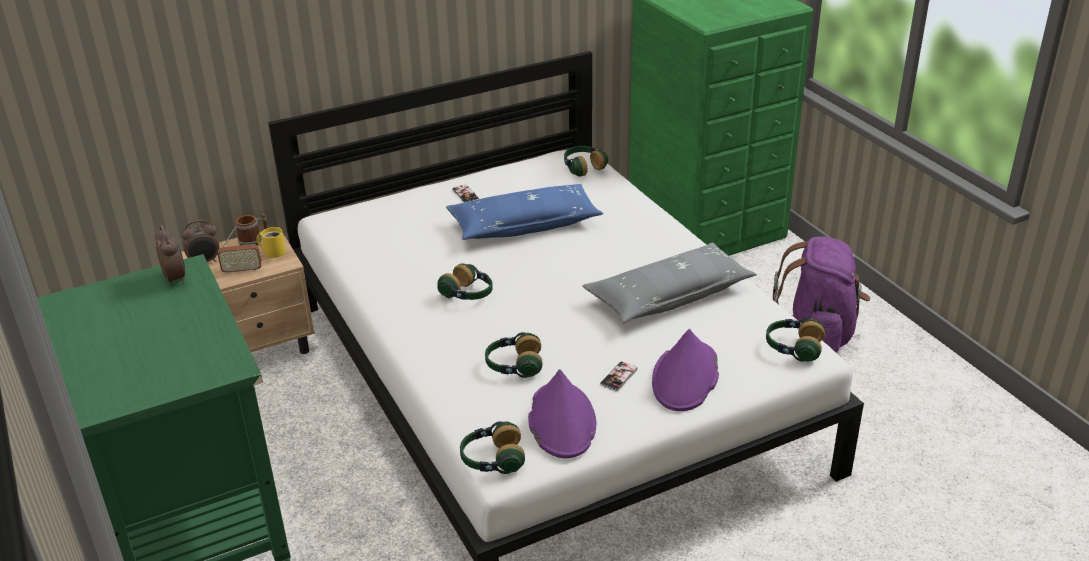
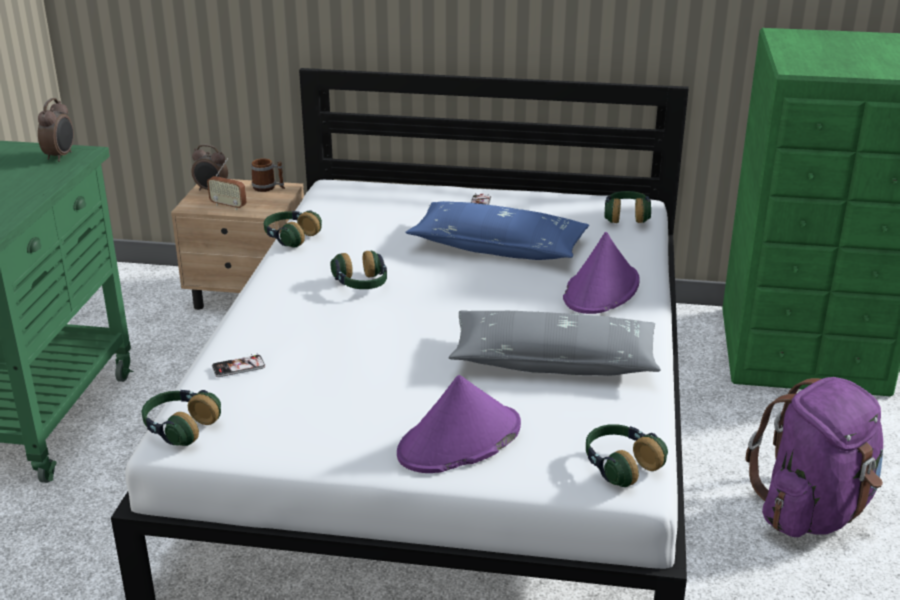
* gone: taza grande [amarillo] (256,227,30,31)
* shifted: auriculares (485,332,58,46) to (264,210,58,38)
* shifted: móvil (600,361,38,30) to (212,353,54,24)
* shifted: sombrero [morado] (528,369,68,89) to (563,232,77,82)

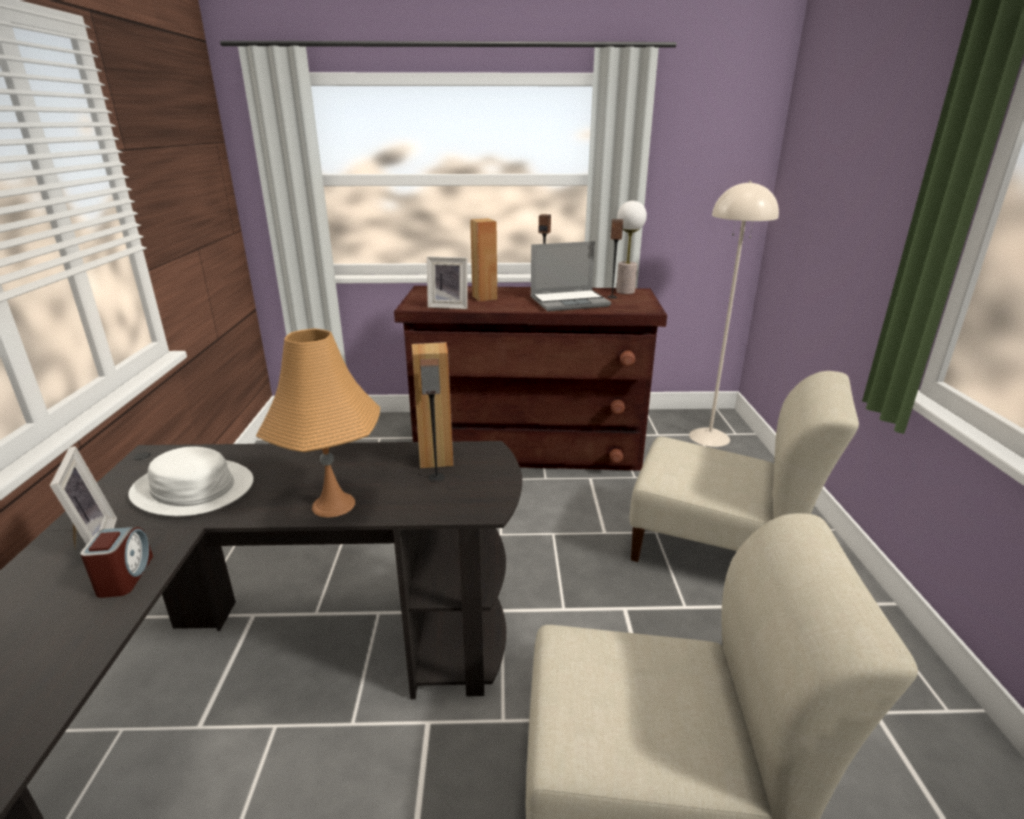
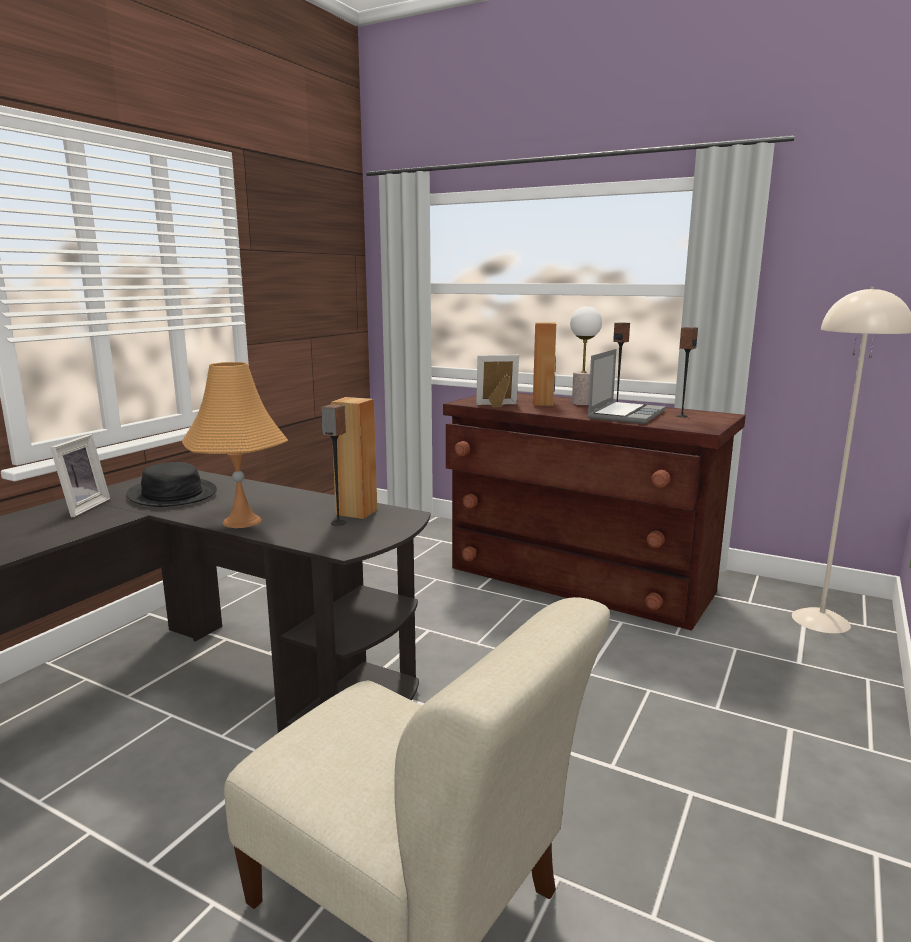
* shifted: lámpara de mesa (616,201,31,93) to (570,306,32,100)
* rotated: portátil (530,241,81,71) = (587,349,79,75) 75 degrees counterclockwise
* rotated: portarretratos (427,256,41,53) = (476,355,43,52) 135 degrees clockwise
* gone: silla [beis] (629,371,230,191)
* repainted: sombrero [blanco] (128,447,126,69) to sombrero [negro] (126,462,91,45)
* gone: despertador (80,527,73,71)

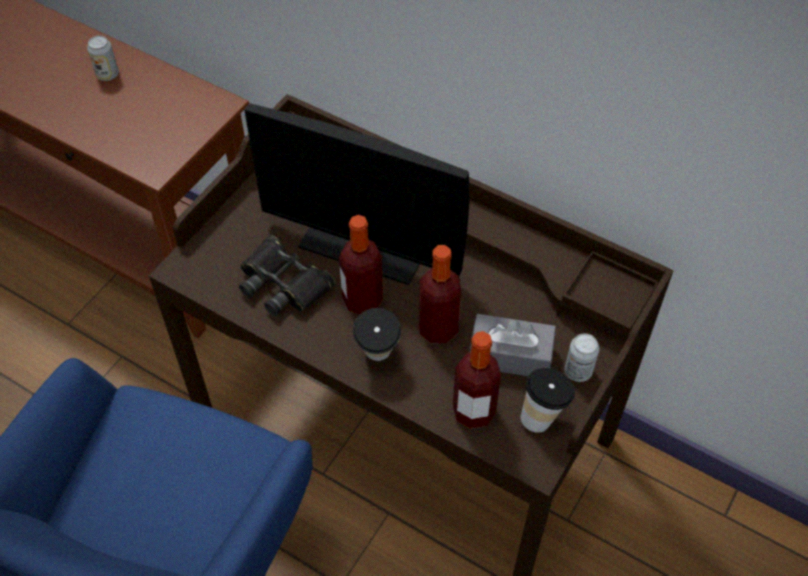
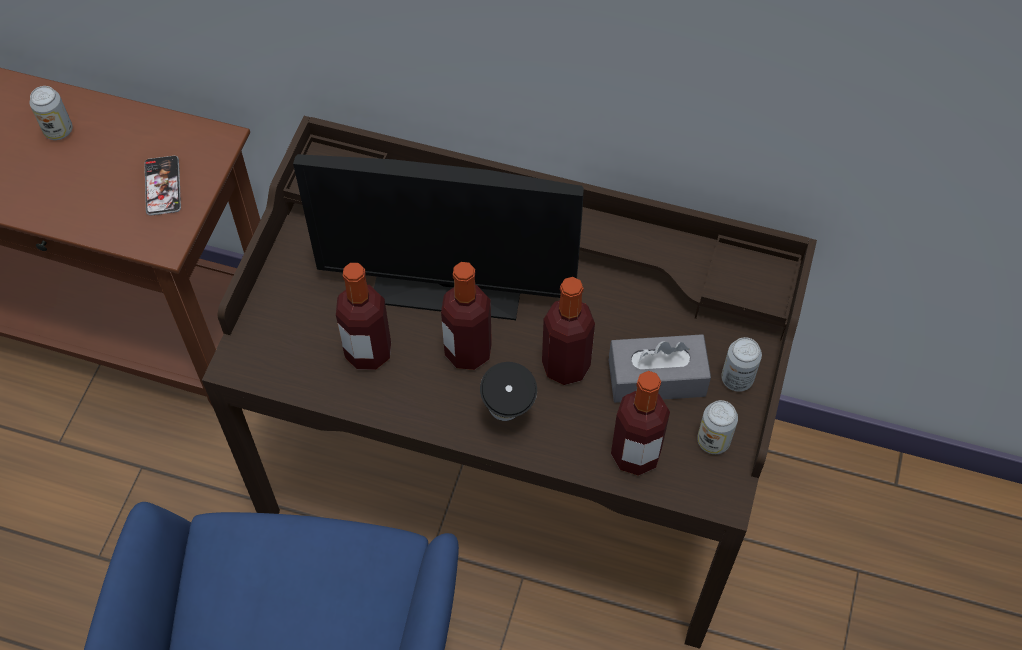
* swapped: prismáticos [negro] (239,235,96,81) to botella (336,263,55,107)
* swapped: taza (520,368,55,65) to lata (697,400,41,54)
* new: móvil (144,156,37,60)

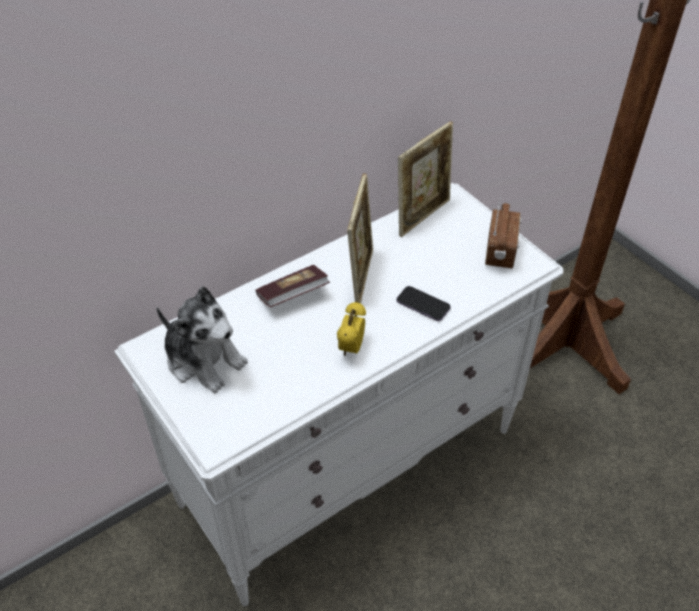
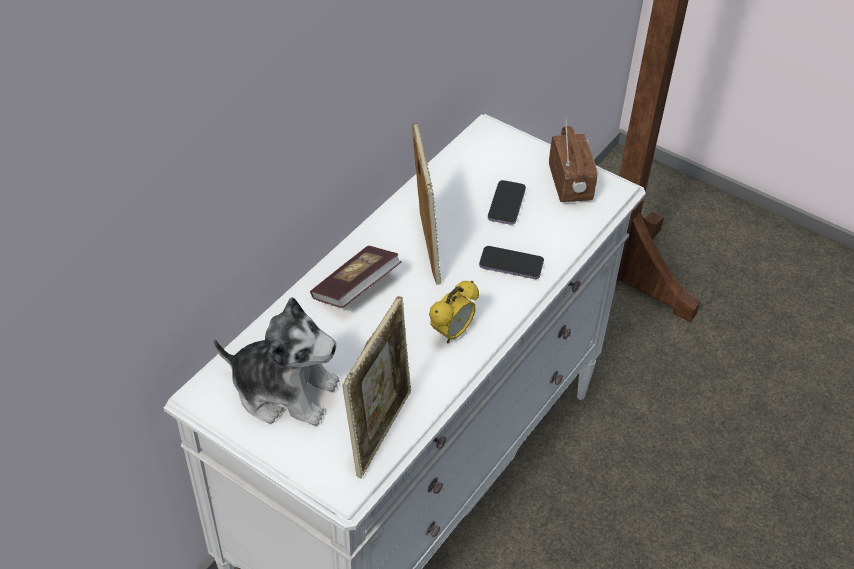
* shifted: portarretratos (398,121,55,116) to (342,296,69,183)
* rotated: despertador (337,301,29,55) = (429,281,50,63) 135 degrees counterclockwise
* new: móvil (488,180,38,45)

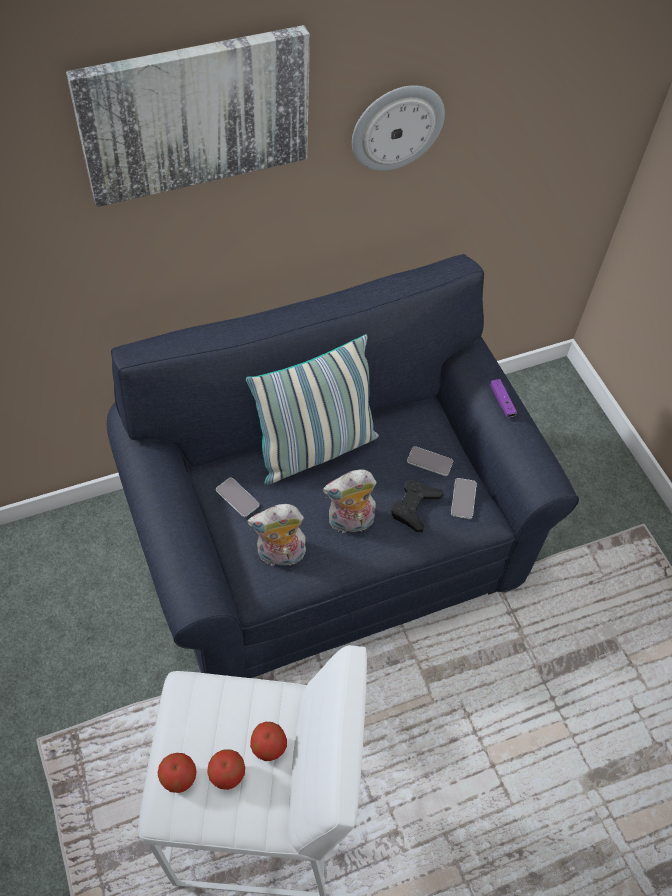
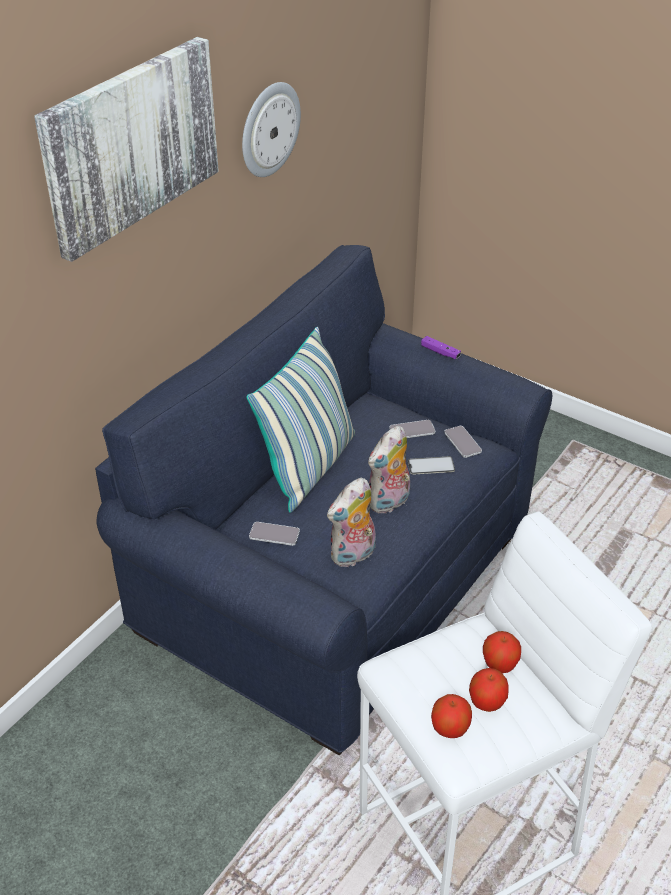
* swapped: mando de consola [negro] (391,480,53,52) to móvil (408,456,47,19)

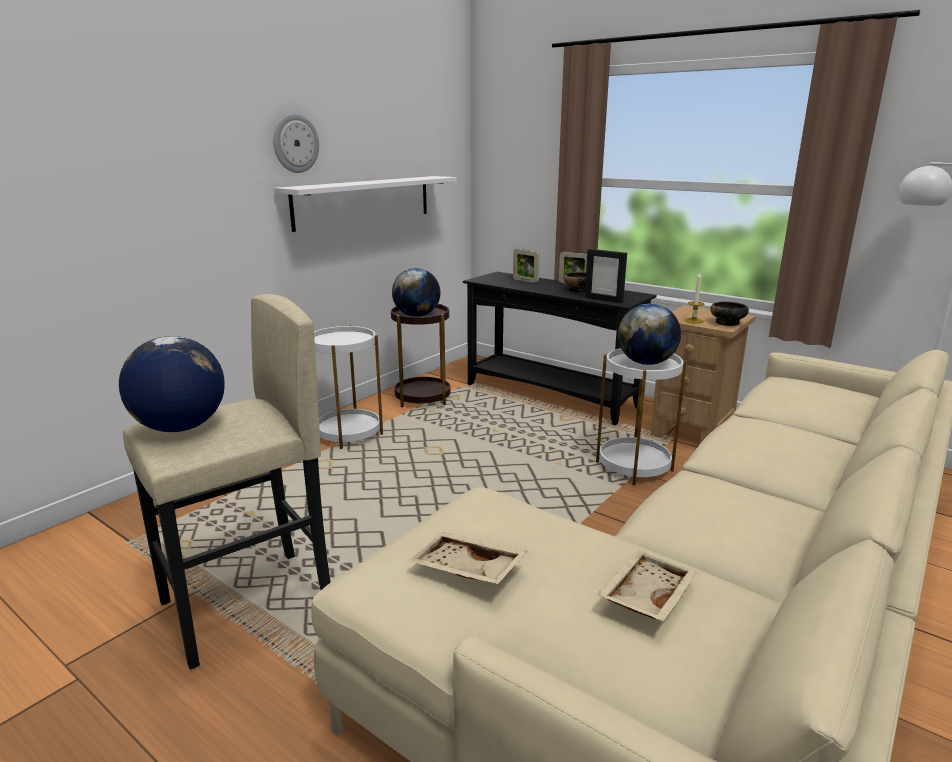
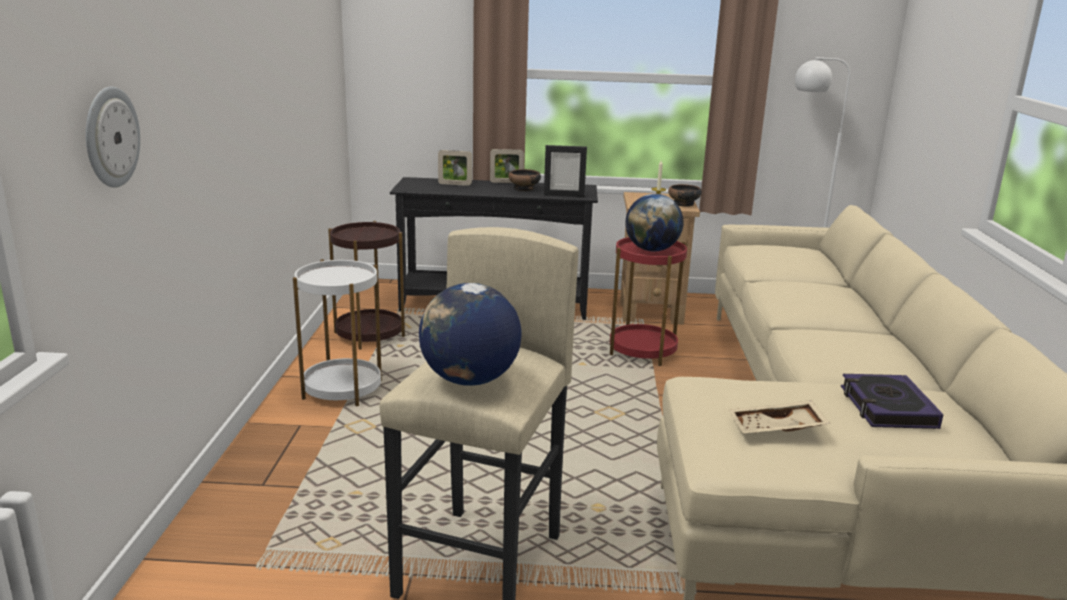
* shifted: reloj de pared (273,113,46,60) to (86,87,54,101)
* gone: estante [blanco] (274,176,183,56)
* gone: globo terráqueo (392,268,48,49)
* repainted: mesa auxiliar [blanco] (596,348,91,137) to mesa auxiliar [rojo] (610,237,77,129)
* swapped: bandeja [beis] (597,550,100,72) to libro (841,374,103,55)

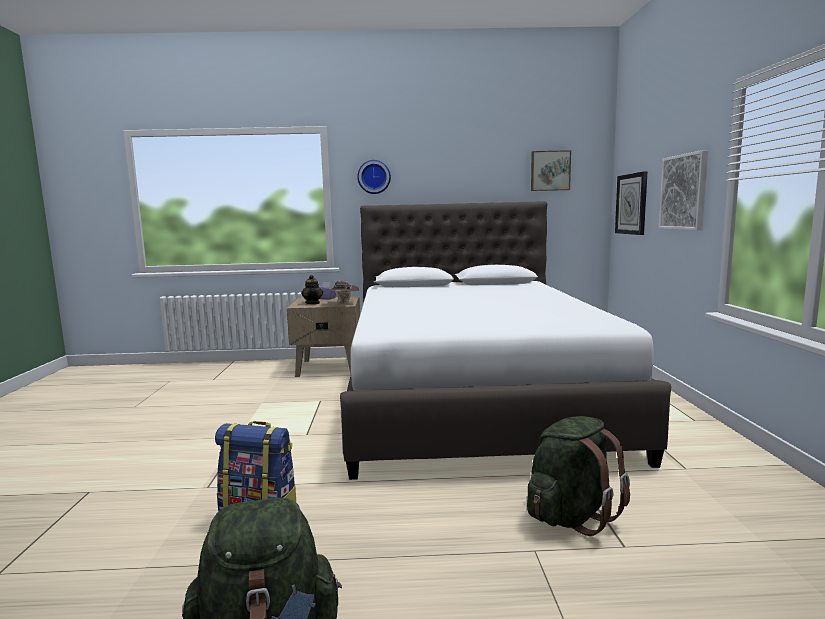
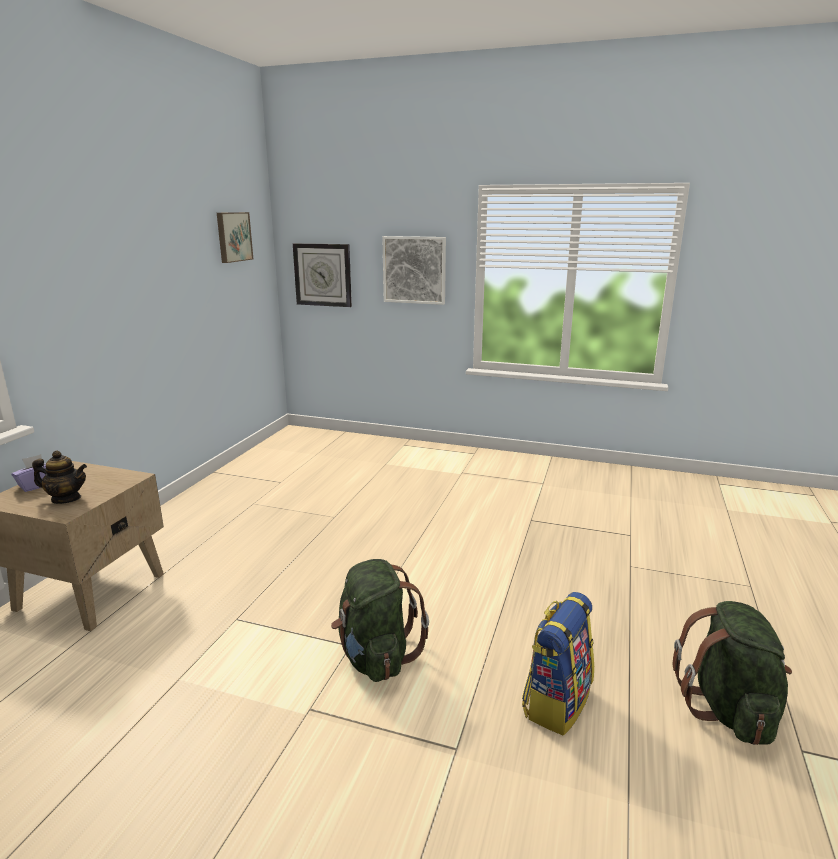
* gone: reloj de pared (357,160,34,34)
* gone: cama [blanco] (340,201,331,279)
* gone: sombrero [marrón] (326,280,33,24)
* shifted: mochila [verde] (527,416,103,120) to (331,559,98,123)

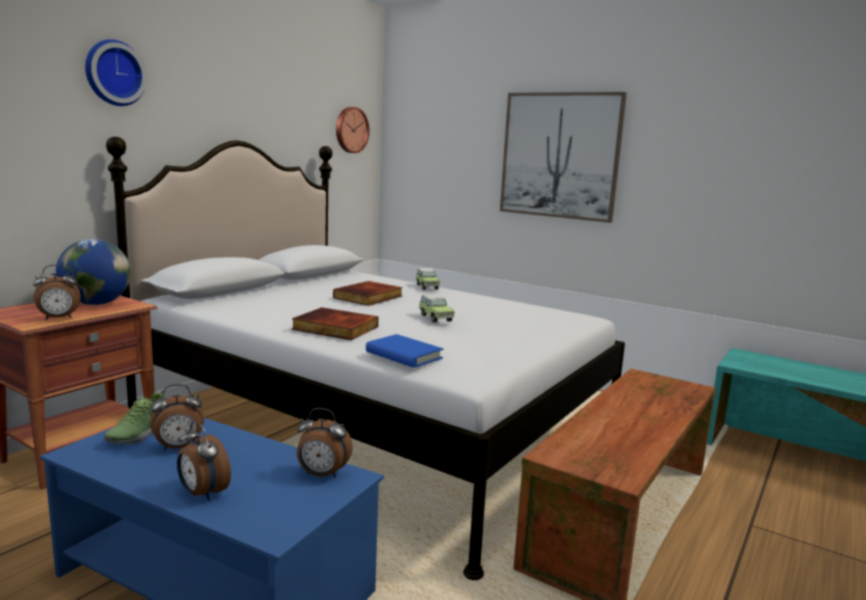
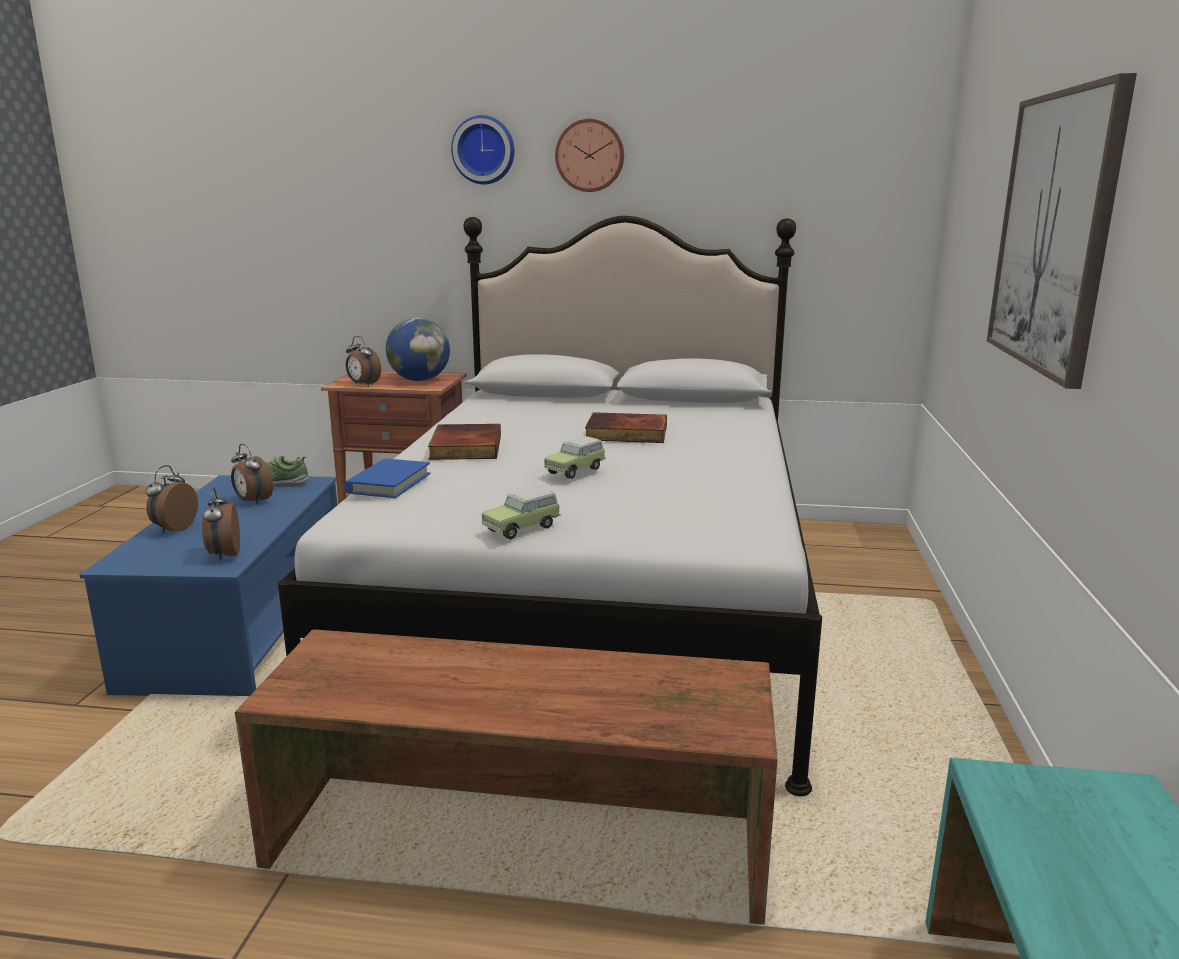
* shifted: reloj de pared (336,107,34,46) to (555,119,69,73)
* shifted: coche de juguete (416,268,24,22) to (482,486,79,53)

